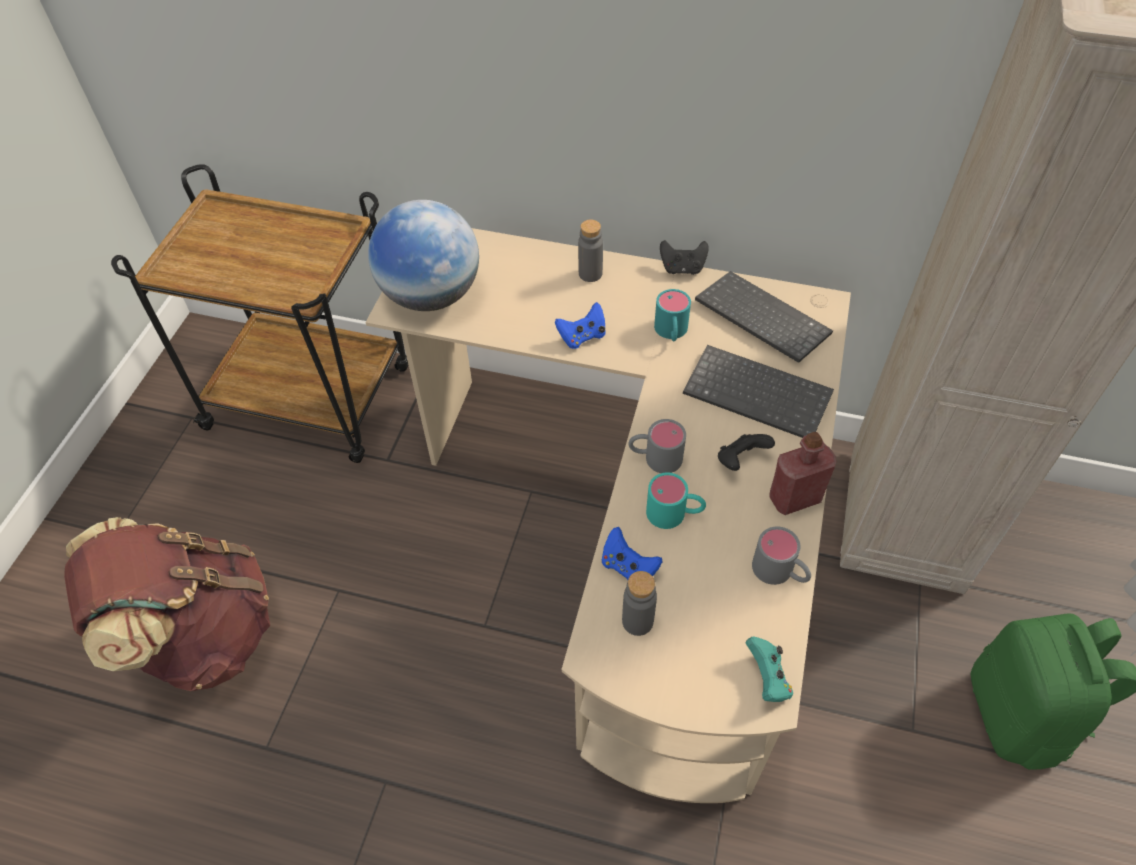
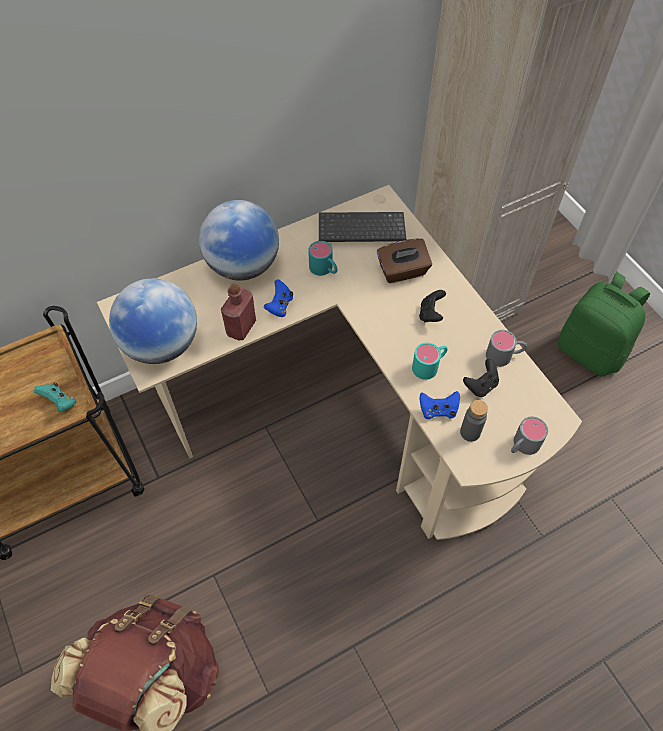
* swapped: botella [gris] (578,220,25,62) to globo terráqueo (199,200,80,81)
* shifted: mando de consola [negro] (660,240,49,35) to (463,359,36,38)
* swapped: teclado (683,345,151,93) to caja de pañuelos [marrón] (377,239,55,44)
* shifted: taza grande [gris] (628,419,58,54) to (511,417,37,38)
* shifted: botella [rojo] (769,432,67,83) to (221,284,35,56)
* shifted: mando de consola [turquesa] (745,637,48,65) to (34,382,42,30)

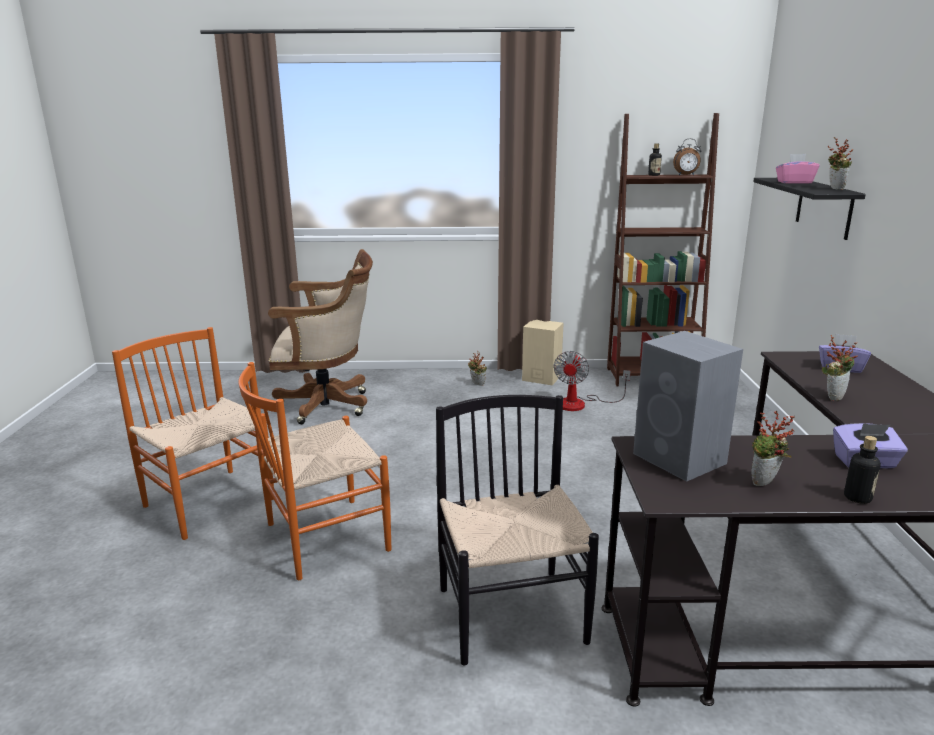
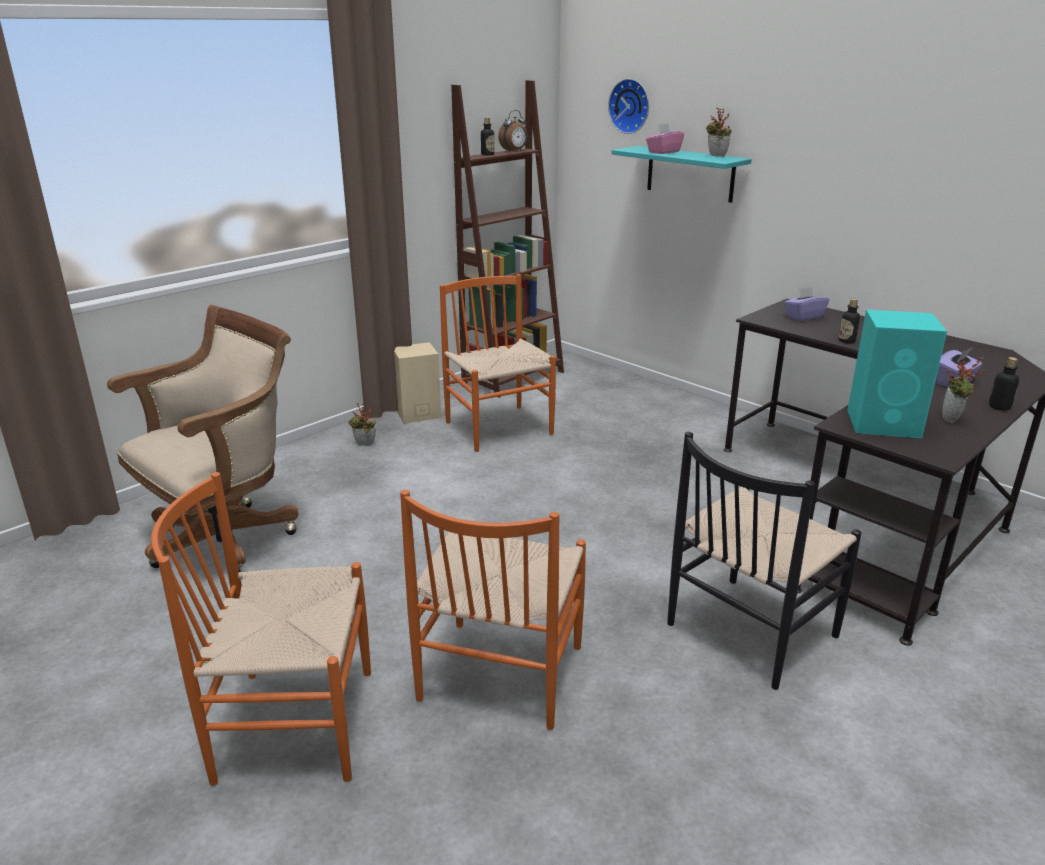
* repainted: estante [negro] (753,178,113,62) to estante [turquesa] (611,146,141,57)
* repainted: altavoz [gris] (633,331,110,151) to altavoz [turquesa] (847,310,100,128)
* swapped: planta en maceta (822,335,36,66) to botella (838,299,22,44)
* swapped: ventilador (553,351,78,60) to silla [naranja] (440,274,116,178)
* rotated: silla [negro] (436,395,163,271) = (667,432,194,258) 75 degrees counterclockwise
* new: reloj de pared (608,79,41,55)

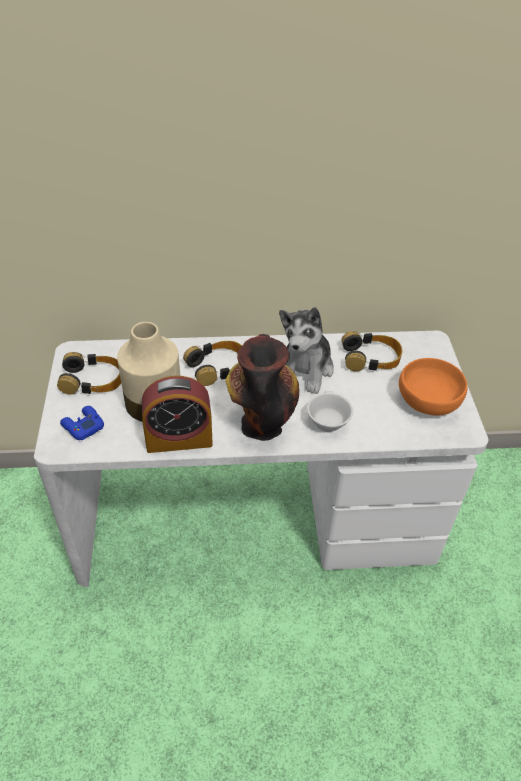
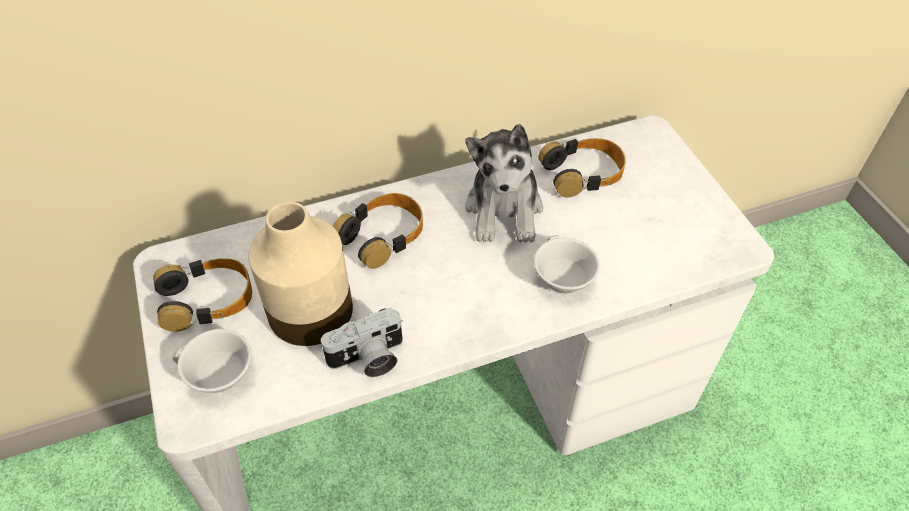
* gone: florero (225,334,74,107)
* gone: cuenco [naranja] (399,358,69,58)
* swapped: despertador (142,376,71,77) to cámara (320,307,83,70)
* swapped: mando de consola [azul] (60,406,44,34) to taza [blanco] (172,329,79,64)

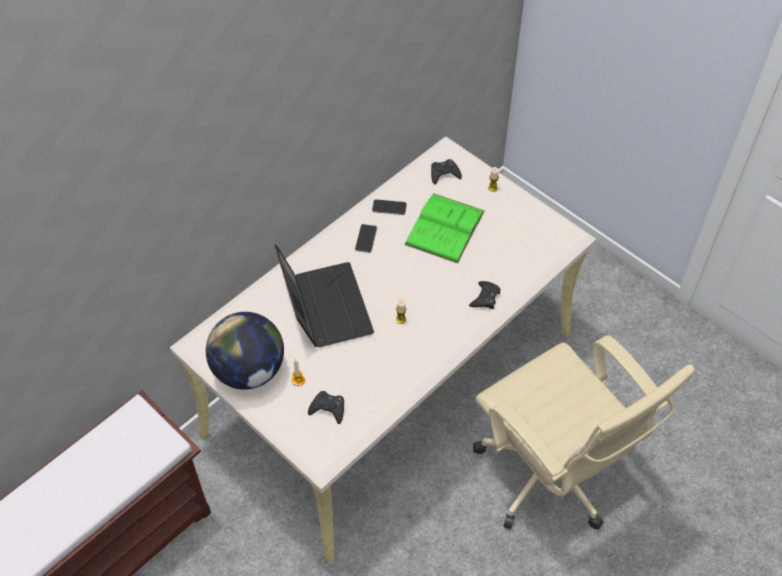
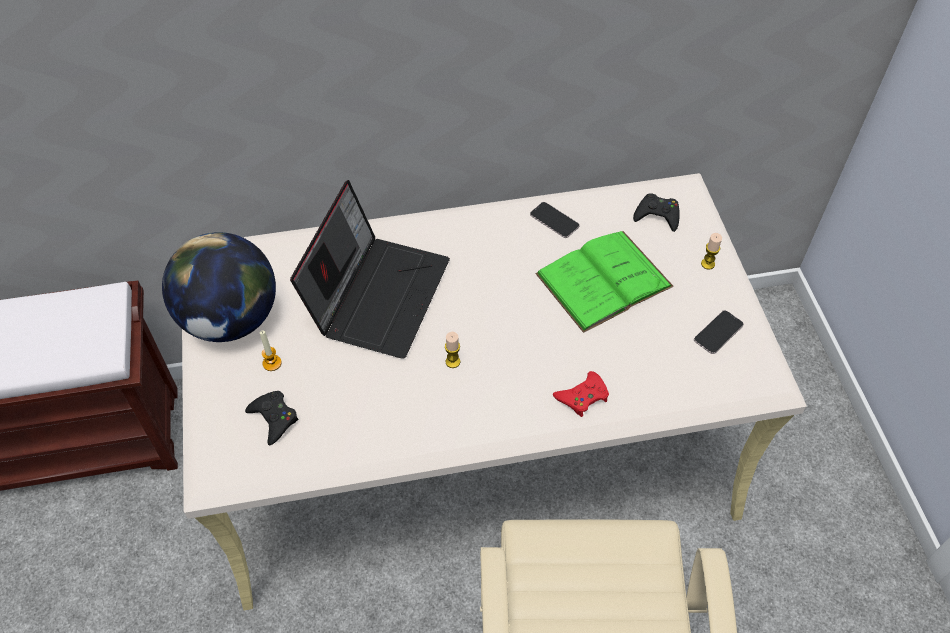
* shifted: móvil (355,224,22,29) to (694,310,50,44)
* repainted: mando de consola [negro] (469,281,31,28) to mando de consola [rojo] (553,371,56,46)

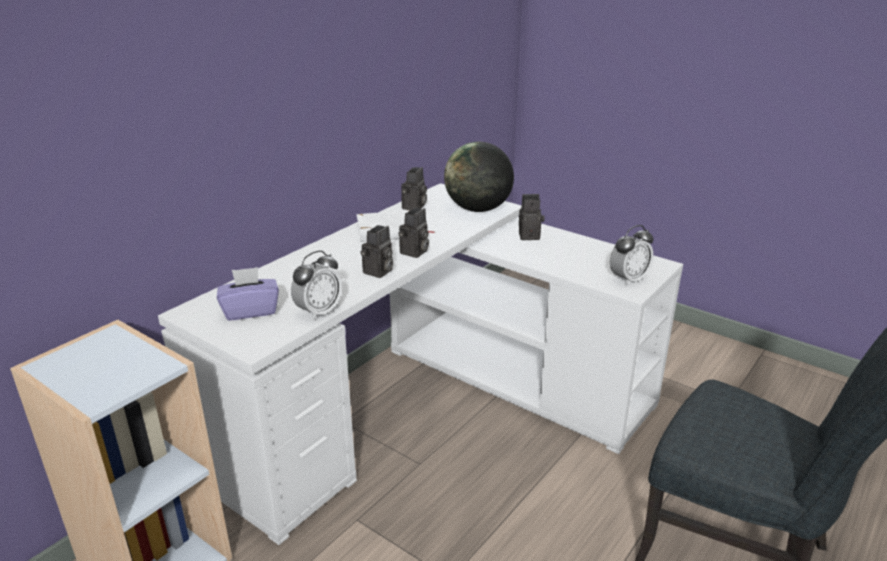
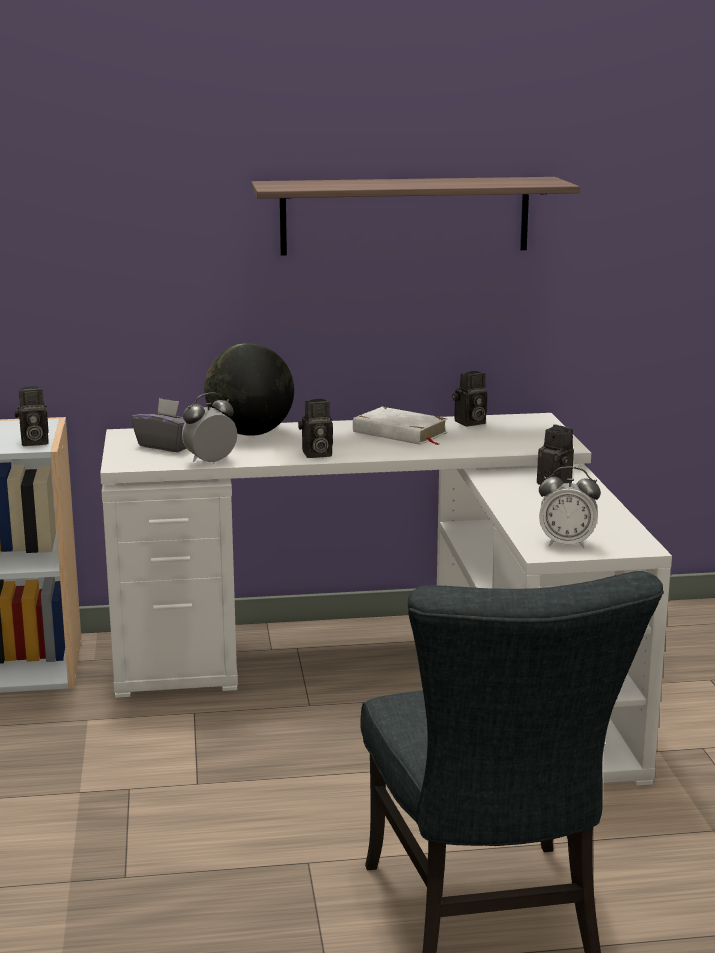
* shifted: globo terráqueo (444,142,70,70) to (204,343,90,93)
* shifted: cámara (399,208,30,50) to (14,386,35,60)
* rotated: despertador (291,251,51,69) = (182,393,55,71) 150 degrees clockwise
* repainted: caja de pañuelos [morado] (217,267,62,54) to caja de pañuelos [gris] (131,398,56,54)
* new: estante (251,177,329,79)

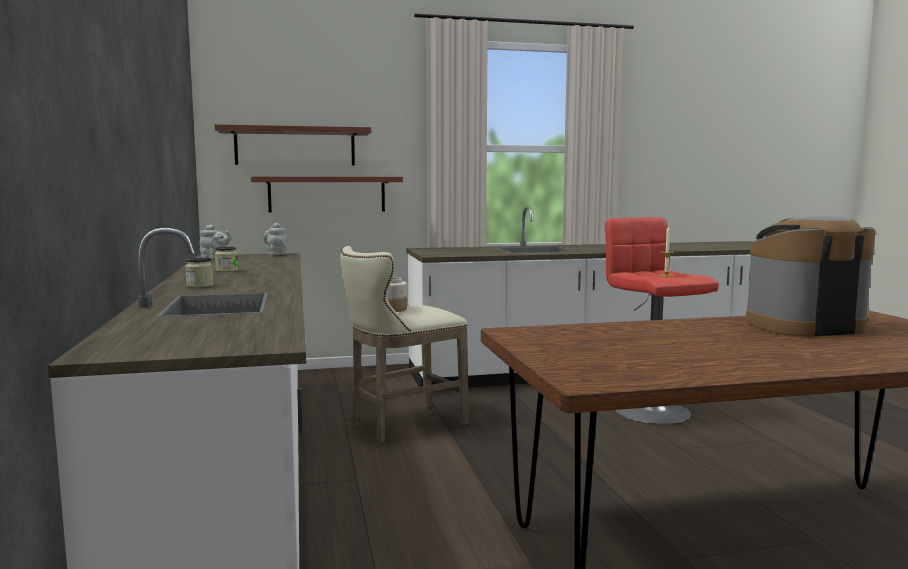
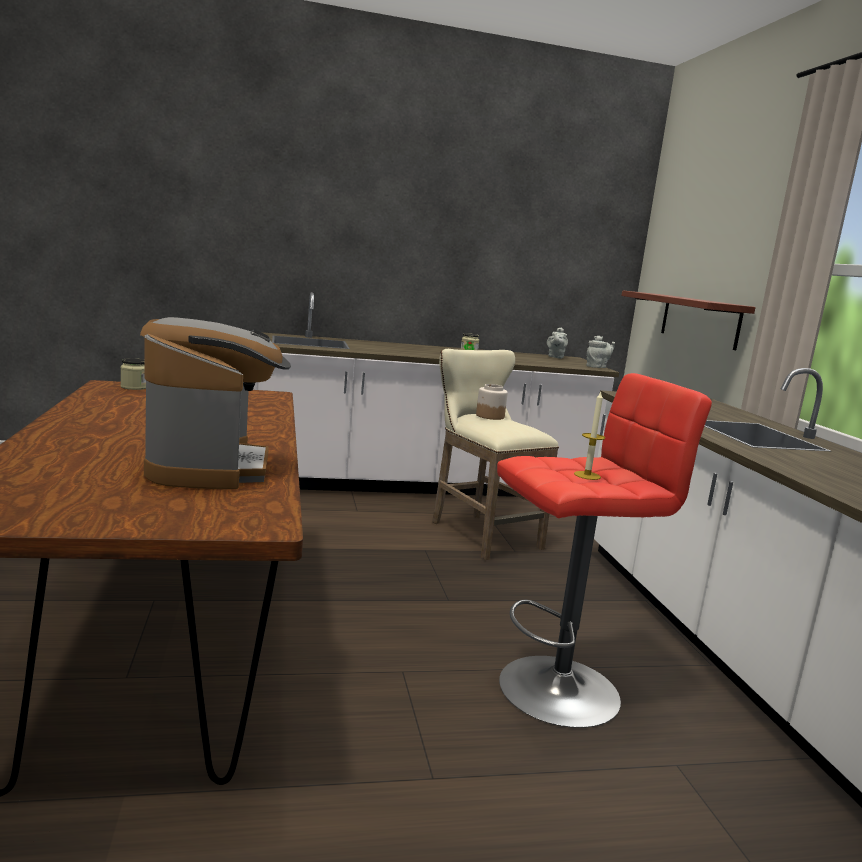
* gone: estante (215,124,156,41)
* shifted: tarro (185,257,29,31) to (121,358,25,32)

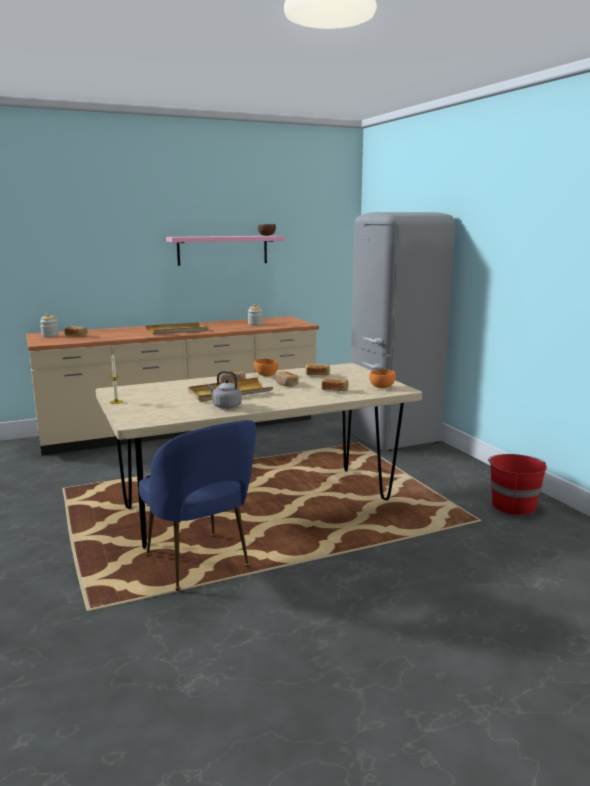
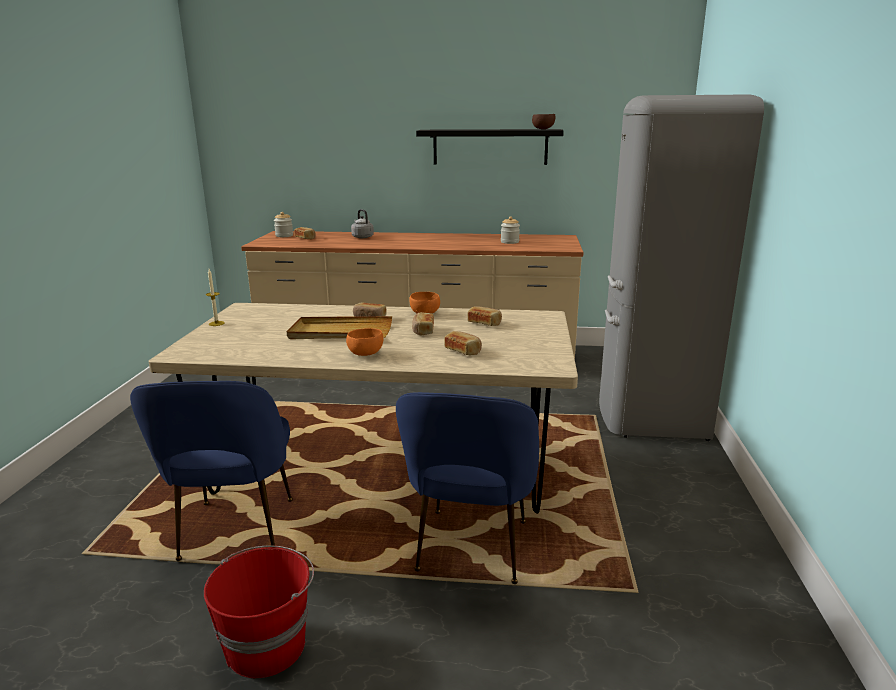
* repainted: estante [rosa] (166,236,119,30) to estante [negro] (416,129,148,36)
* gone: bandeja [beis] (145,323,63,11)
* shifted: cuenco [naranja] (369,370,27,18) to (346,328,38,28)
* shifted: hervidor [gris] (208,371,34,38) to (351,209,23,29)
* shifted: cubo [rojo] (488,454,59,61) to (204,546,110,132)
* new: silla [azul] (396,392,143,192)

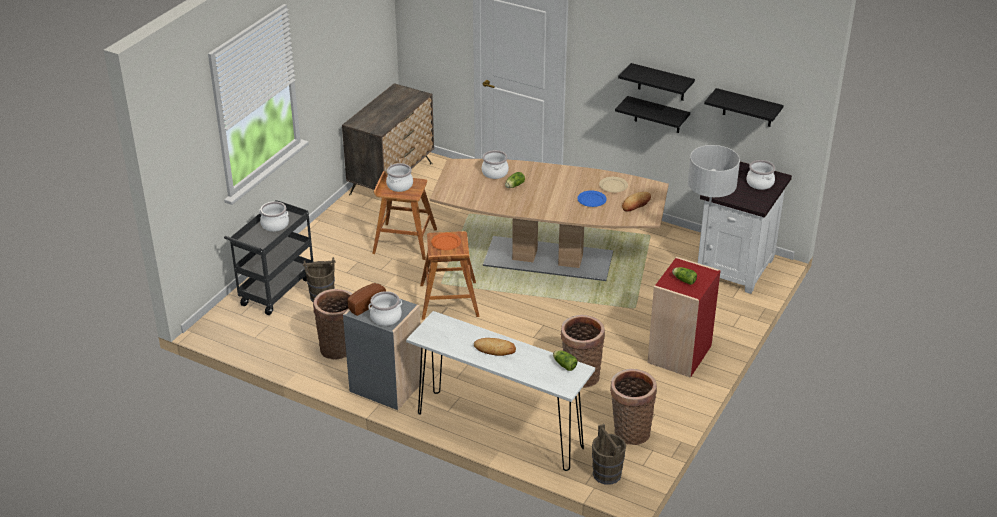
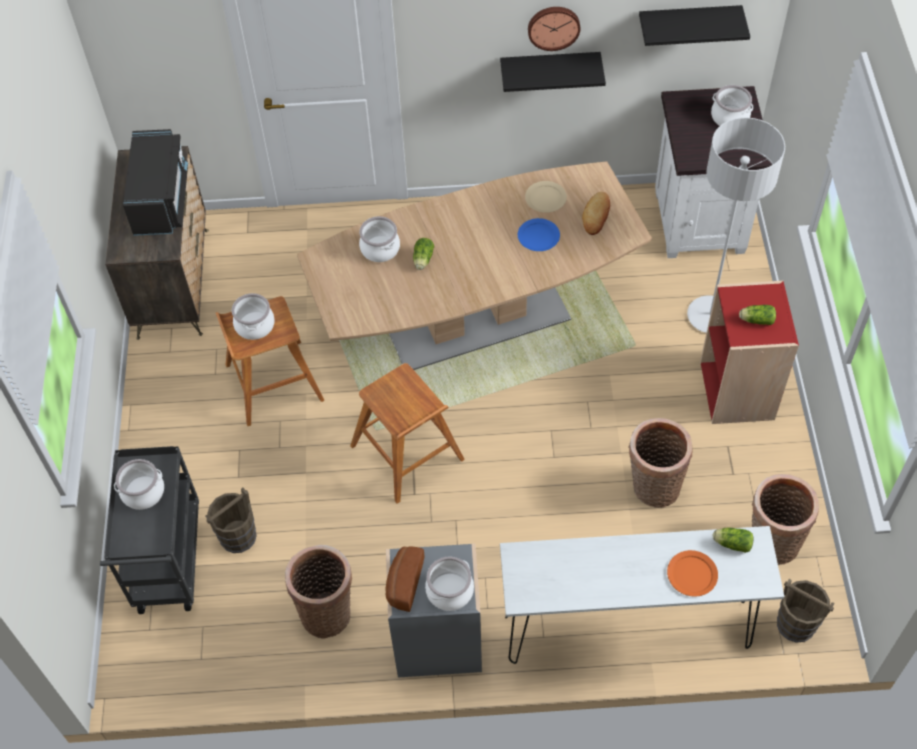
* swapped: estante [negro] (618,63,77,38) to reloj de pared (528,7,52,44)
* shifted: plato [naranja] (431,233,30,17) to (667,550,51,47)
* gone: pan (474,338,42,18)
* new: microondas [negro] (123,129,65,107)

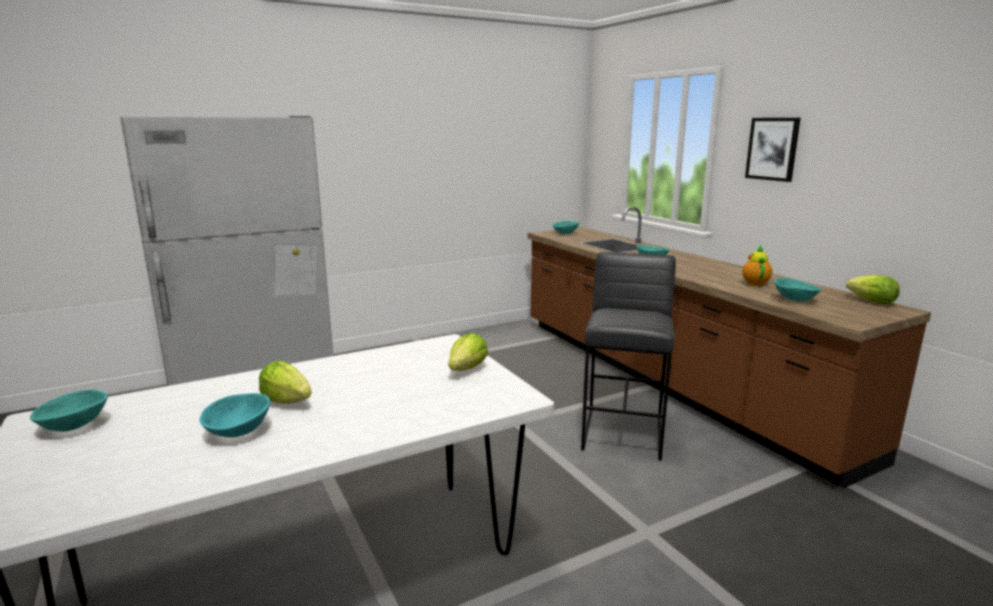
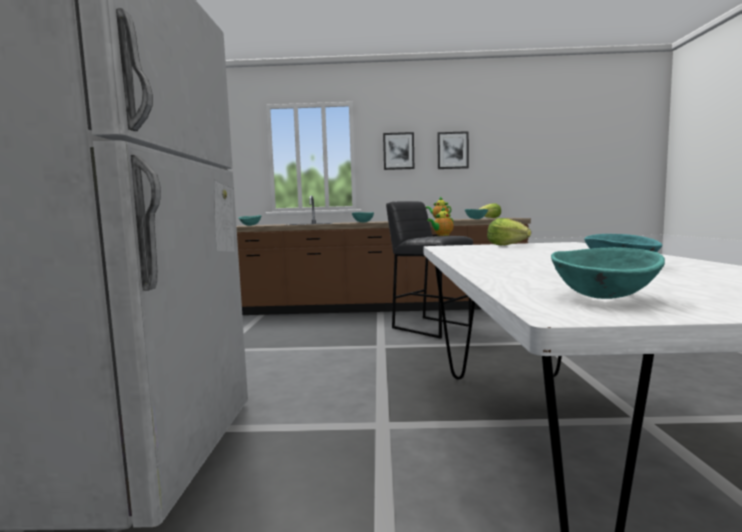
* gone: lechuga (259,361,53,43)
* new: cuadro (437,131,32,38)
* new: tetera (427,207,27,29)

